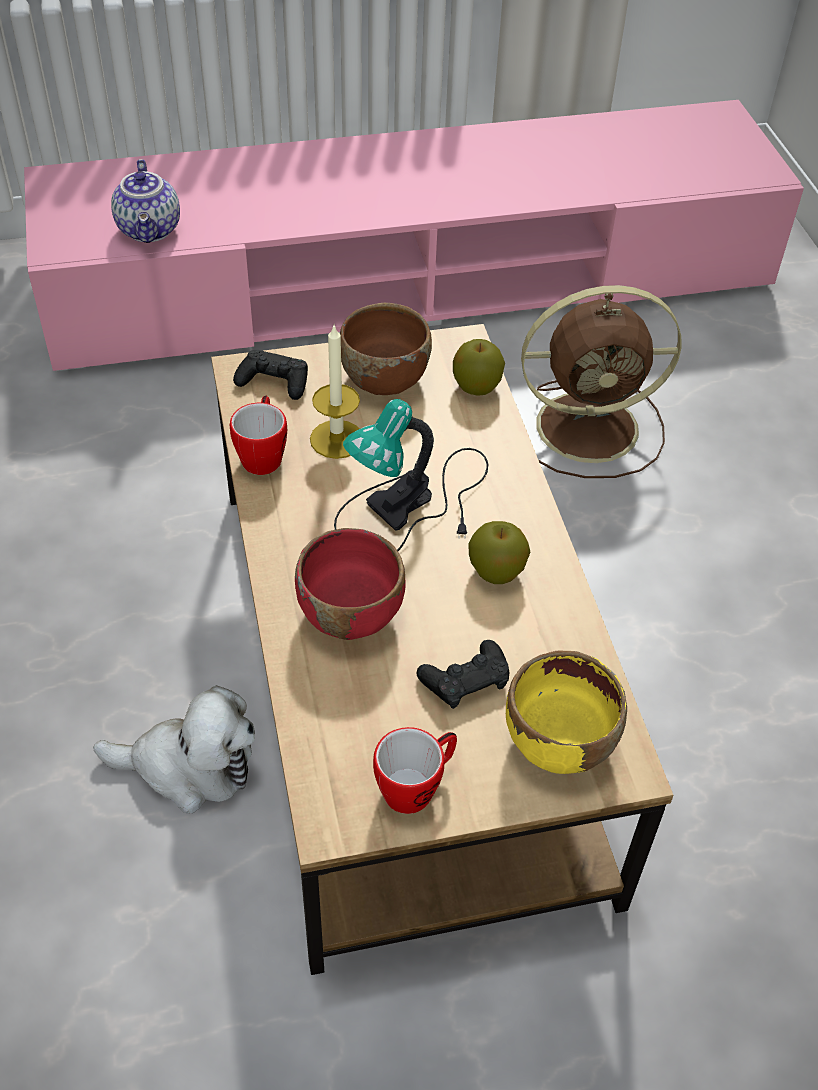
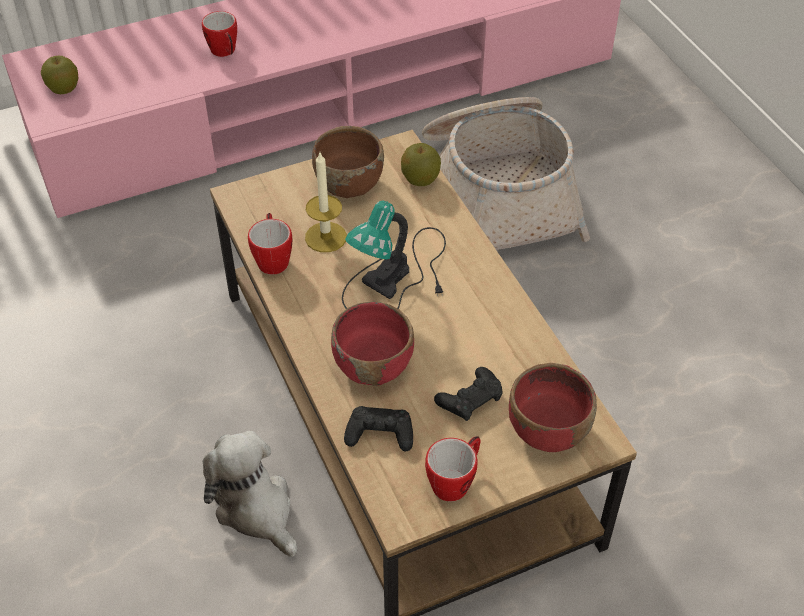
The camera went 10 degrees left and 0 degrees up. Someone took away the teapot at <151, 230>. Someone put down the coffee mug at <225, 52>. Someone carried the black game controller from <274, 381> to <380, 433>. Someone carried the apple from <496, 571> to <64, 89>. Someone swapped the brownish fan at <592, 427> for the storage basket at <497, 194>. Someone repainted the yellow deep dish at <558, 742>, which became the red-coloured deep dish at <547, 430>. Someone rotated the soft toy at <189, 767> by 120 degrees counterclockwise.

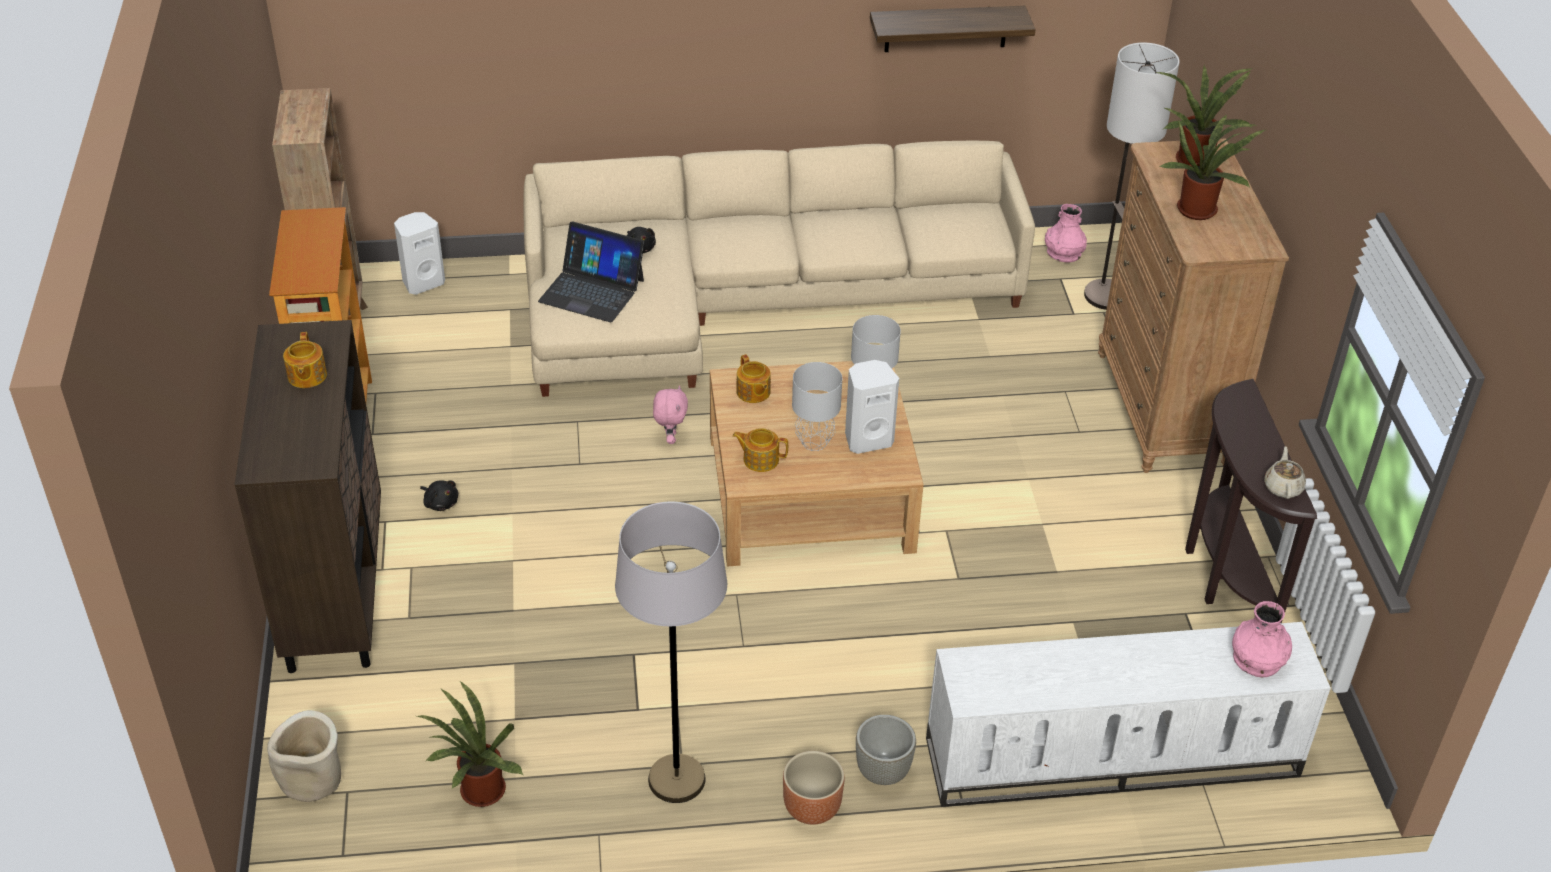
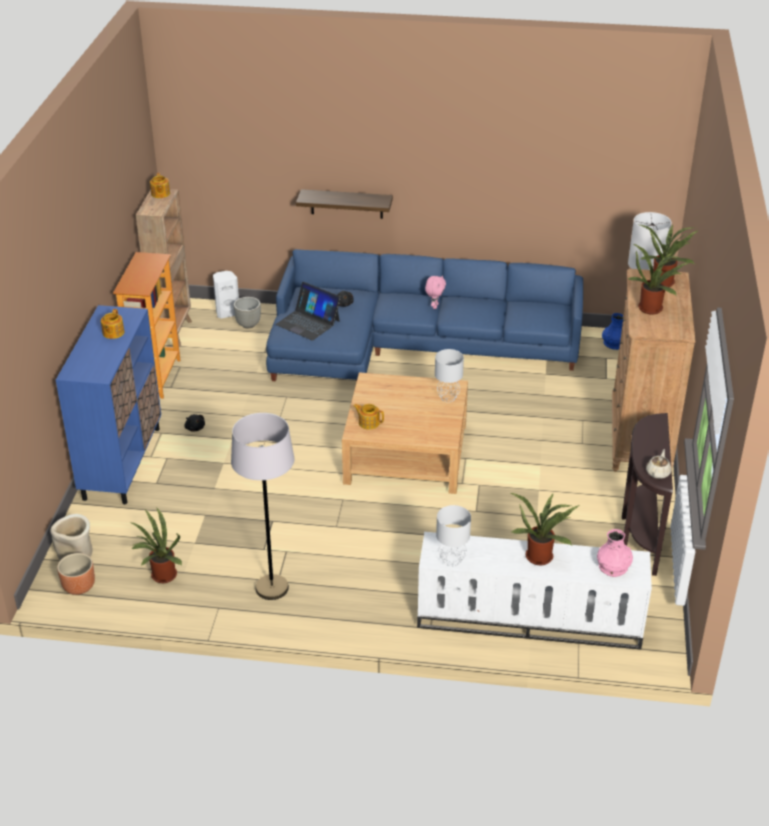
The camera went 15 degrees right and 5 degrees down. Someone took away the whitish loudspeaker at <867, 439>. Someone put down the plant in a pot at <540, 555>. Someone carried the pink-coloured soft toy from <670, 438> to <434, 306>. Someone carried the teapot from <753, 392> to <160, 194>. Someone carried the brownish planter from <811, 807> to <79, 586>. Someone carried the grey table lamp from <813, 442> to <451, 560>. Someone carried the grey planter from <882, 772> to <248, 325>. Someone carried the shelf from <946, 28> to <346, 204>. Someone repainted the brownish cabinet at <335, 589>, which became the bluish cabinet at <122, 463>. Someone repainted the beige-coloured settee at <748, 299>, which became the bluish settee at <410, 345>. Someone repainted the pink-coloured decorative vase at <1063, 253>, which became the bluish decorative vase at <614, 344>.

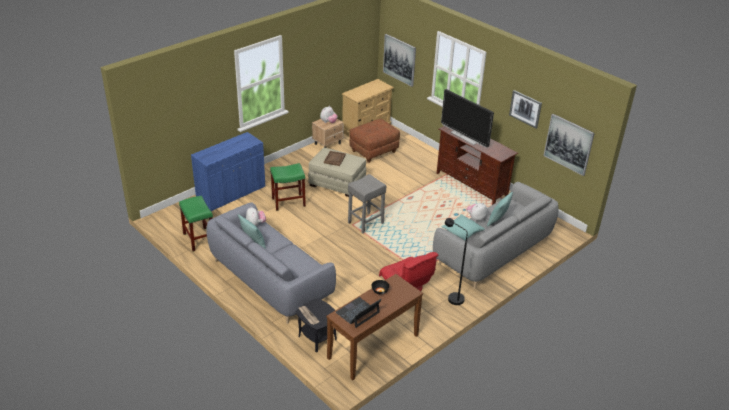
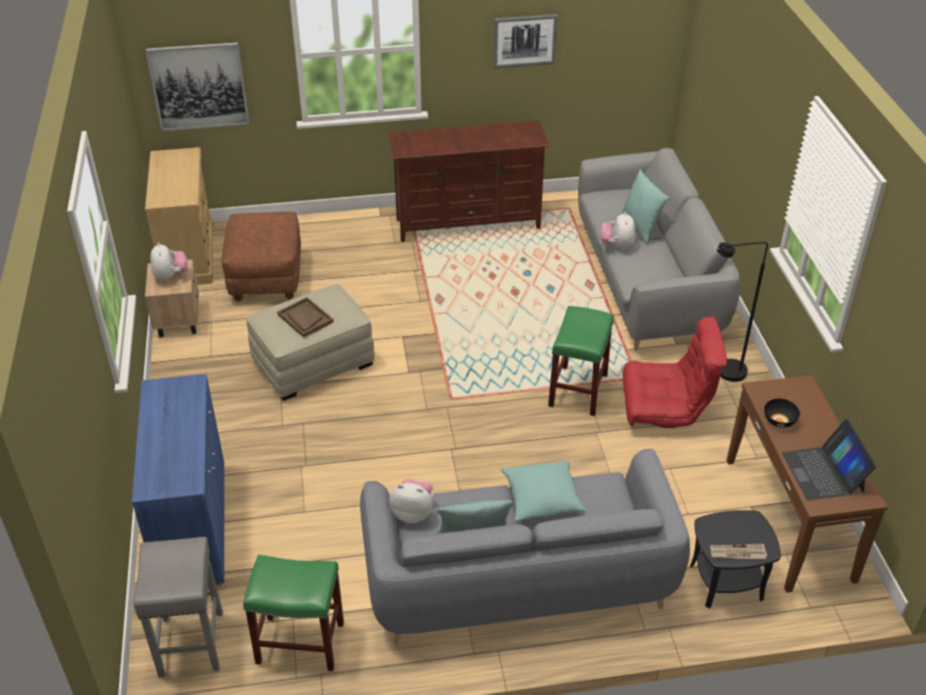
The camera went 55 degrees left and 5 degrees up. Someone took away the TV set at <465, 137>. Someone took away the wall art at <568, 144>. Someone carried the greenish stool from <289, 202> to <578, 390>. Someone carried the grey stool from <365, 223> to <191, 644>. Someone carried the turquoise throw pillow from <462, 232> to <542, 499>.

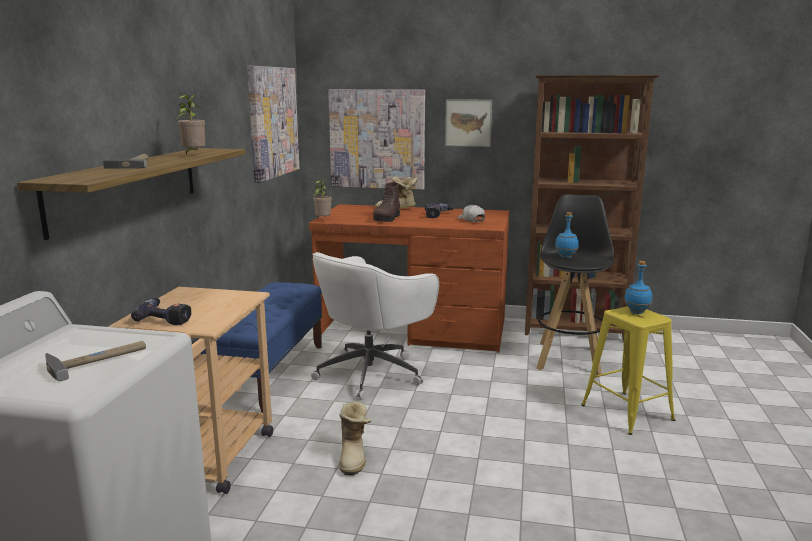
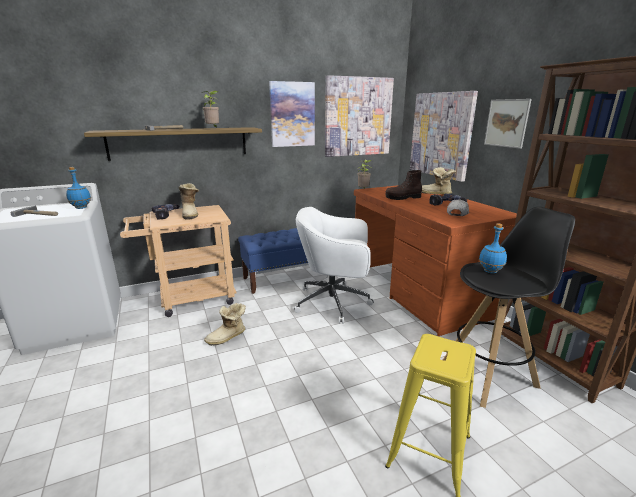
The camera went 55 degrees right and 5 degrees up. Someone put down the tall boot at <191, 214>. Someone put up the wall art at <292, 114>. Someone carried the bluish drink bottle from <636, 312> to <81, 208>.

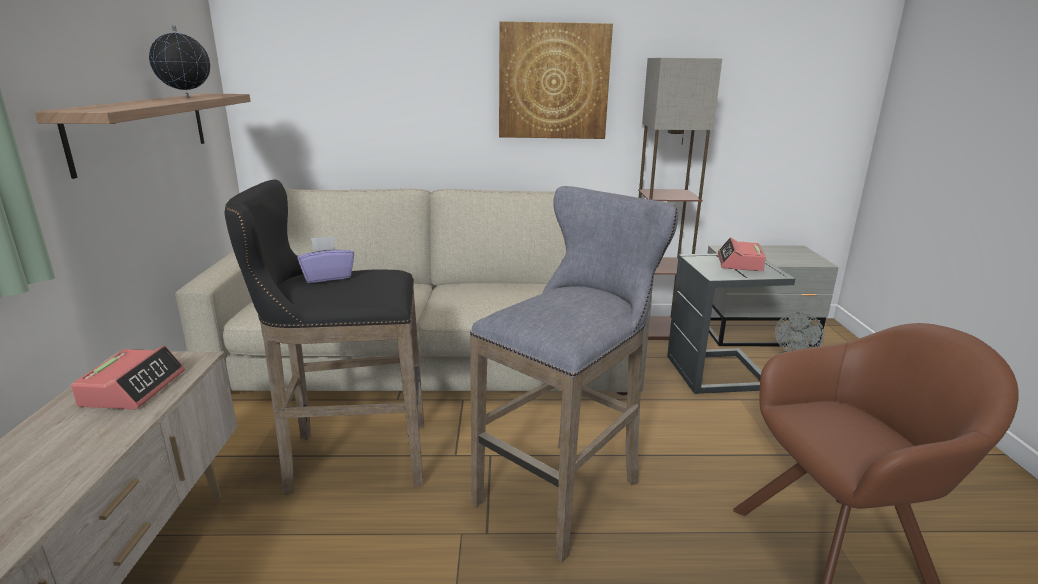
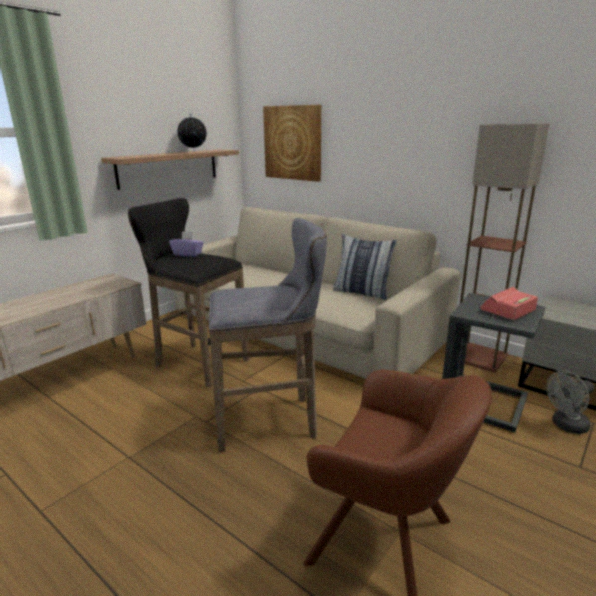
The camera went 40 degrees right and 0 degrees up. Someone took away the alarm clock at <133, 388>. Someone put down the throw pillow at <362, 292>. Someone carried the wall art from <553, 82> to <293, 143>.

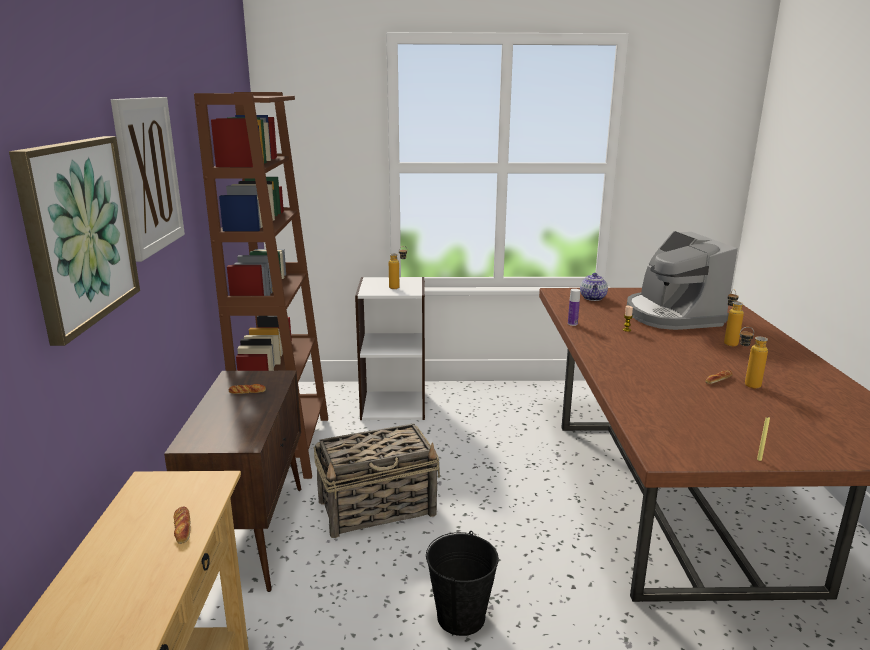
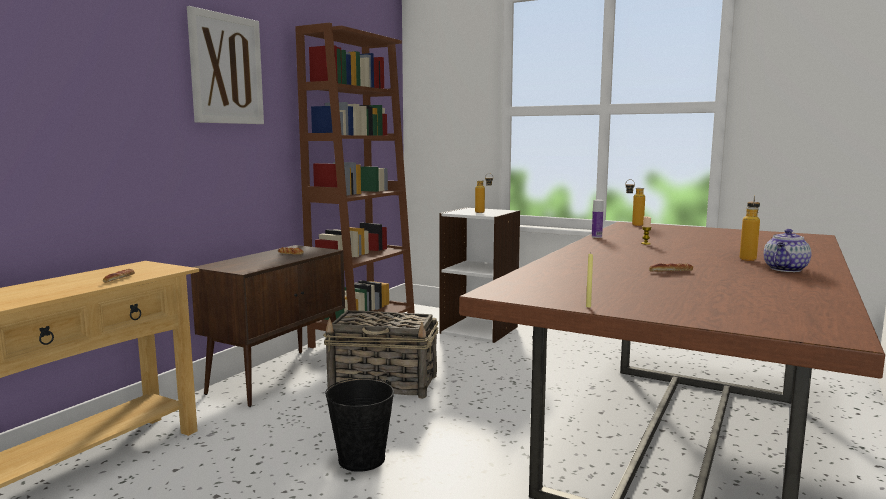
The camera went 30 degrees right and 10 degrees down. Someone took away the wall art at <78, 232>. Someone took away the coffee brewer at <671, 315>. Someone carried the teapot from <593, 298> to <785, 269>. Someone carried the drink bottle from <745, 385> to <633, 224>.

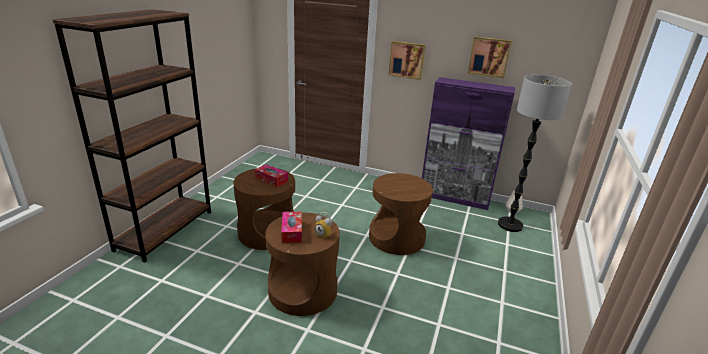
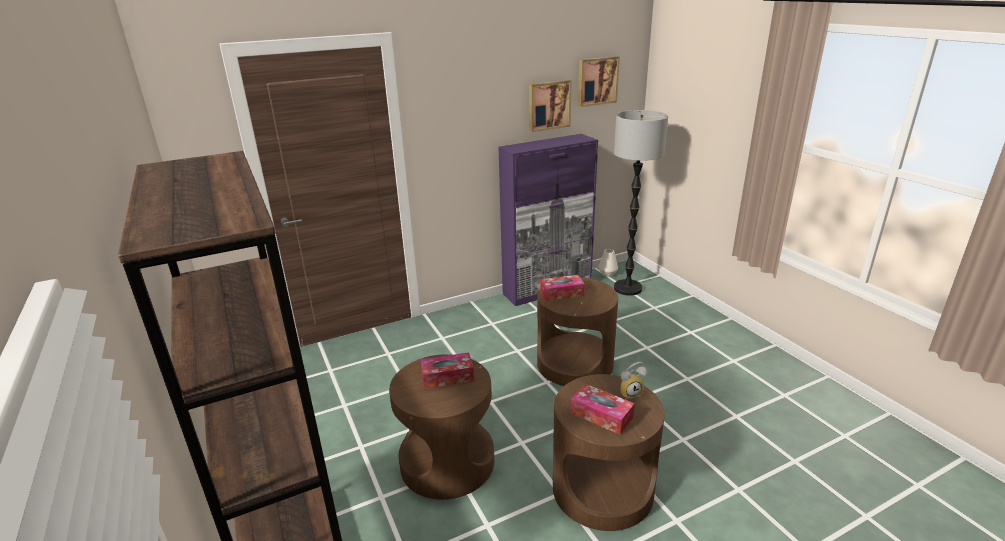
The camera went 45 degrees left and 0 degrees up. Someone put down the box of tissues at <562, 293>. Someone carried the wall art from <407, 60> to <596, 81>.

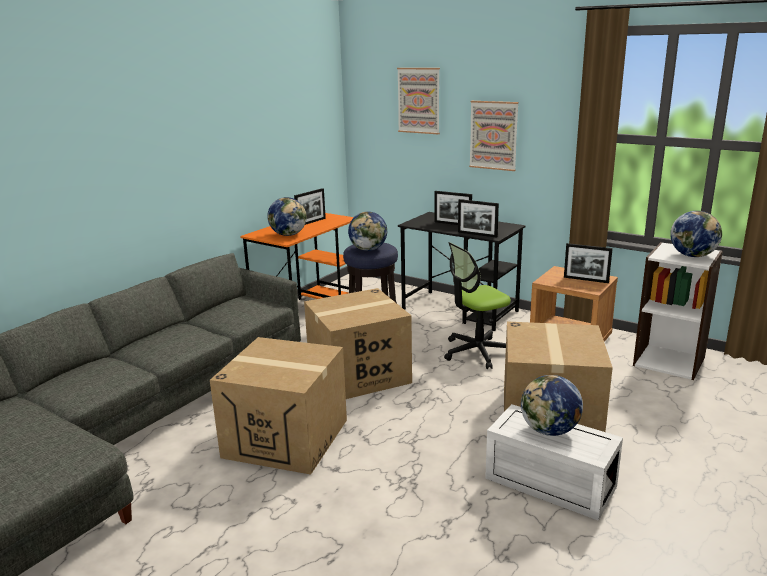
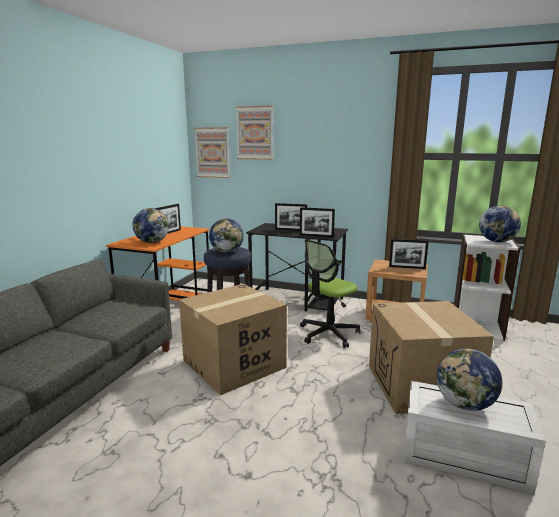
The camera went 15 degrees left and 5 degrees down. Someone took away the packing box at <286, 438>. Someone carried the wall art from <493, 135> to <212, 152>.

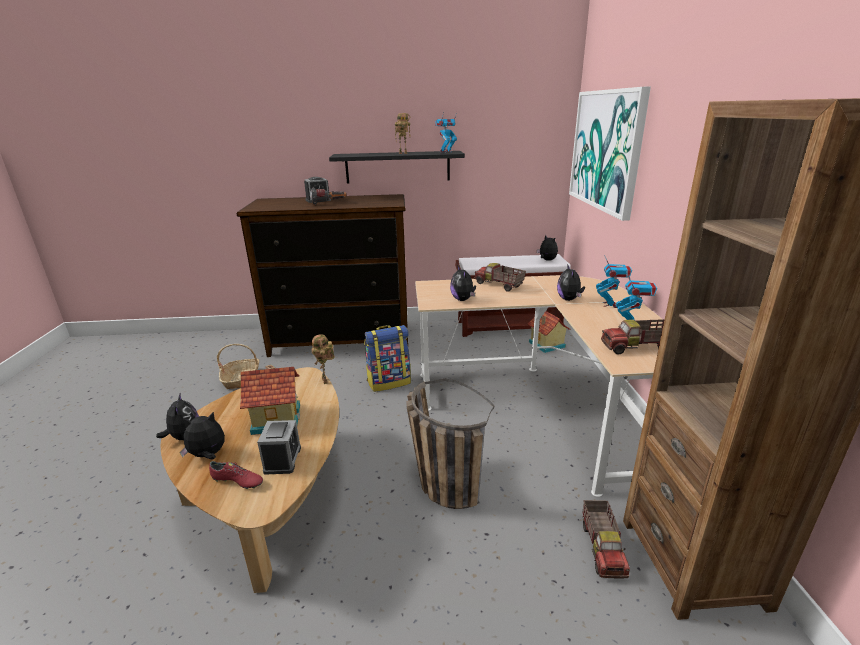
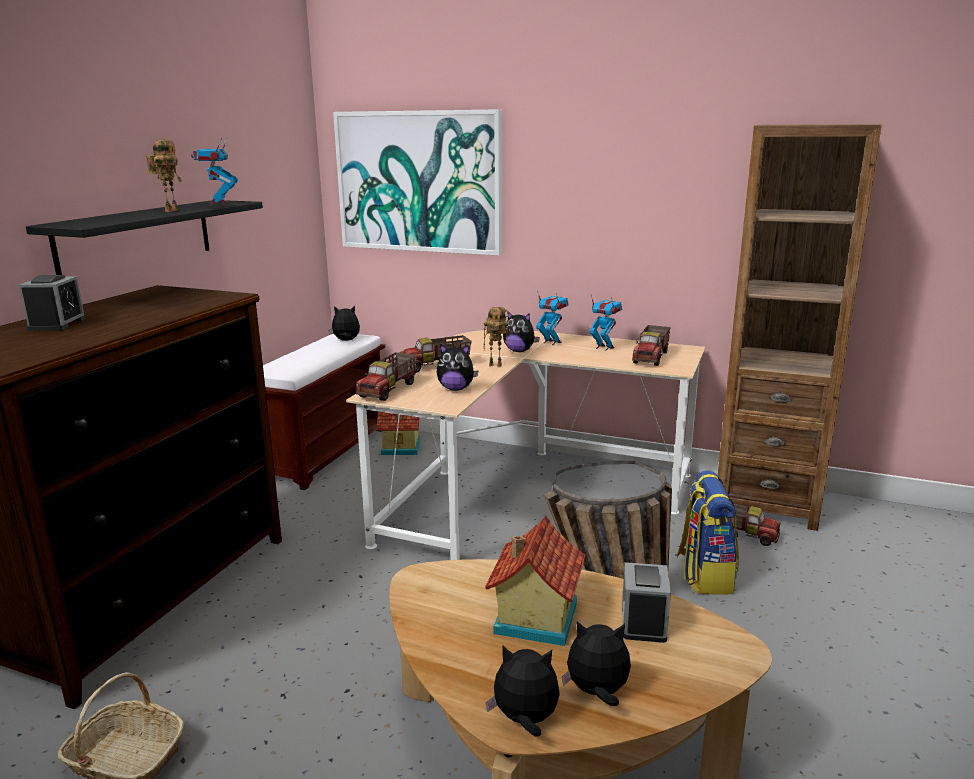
The camera went 65 degrees left and 5 degrees down. Someone took away the red-coloured shoe at <237, 482>. Someone took away the hand torch at <329, 203>. Someone put down the toy lorry at <389, 390>. Someone carried the model robot from <326, 381> to <496, 365>. Someone carried the knapsack from <389, 382> to <704, 574>. Someone rotated the soft toy at <208, 455> by 90 degrees clockwise. Someone rotated the alarm clock at <282, 459> by 105 degrees counterclockwise.

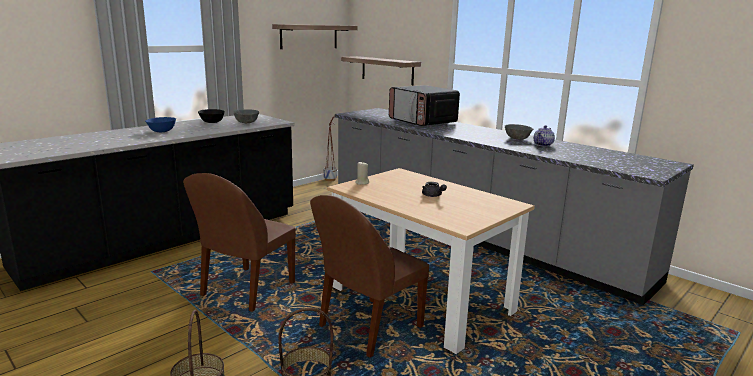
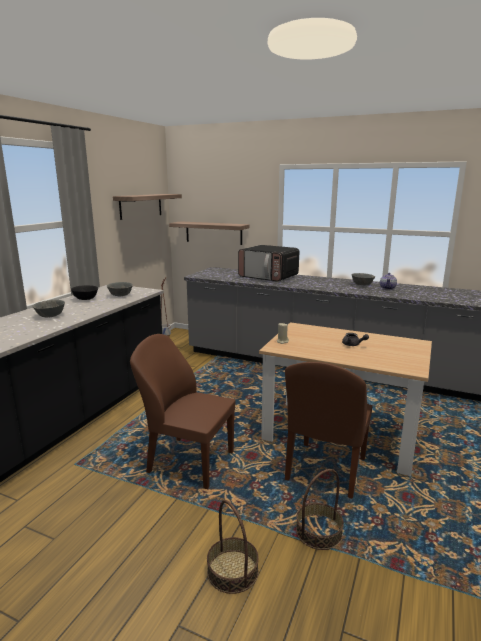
The camera went 20 degrees left and 0 degrees up. Someone repainted the bluish deep dish at <162, 132>, which became the grey deep dish at <50, 316>. Someone rotated the brownish chair at <246, 290> by 105 degrees clockwise.

